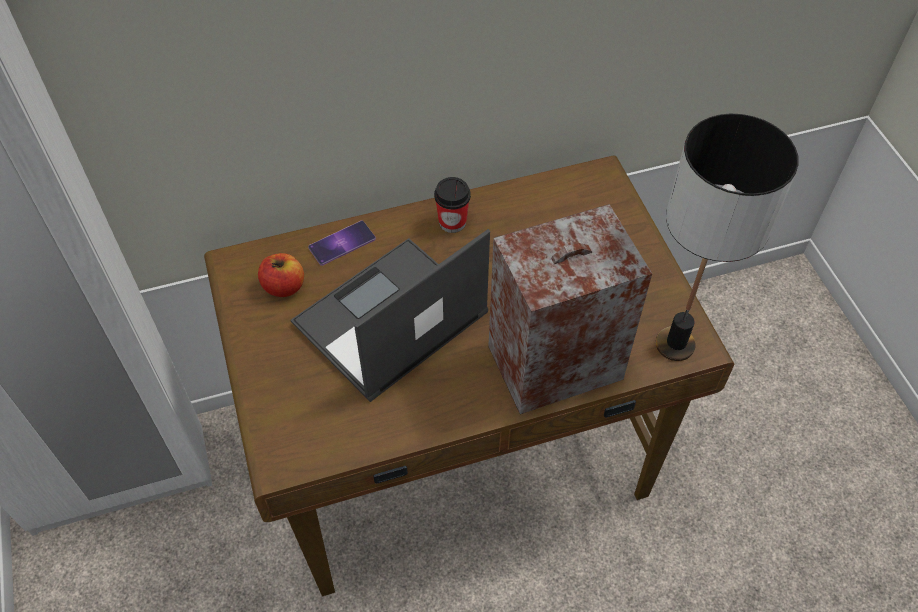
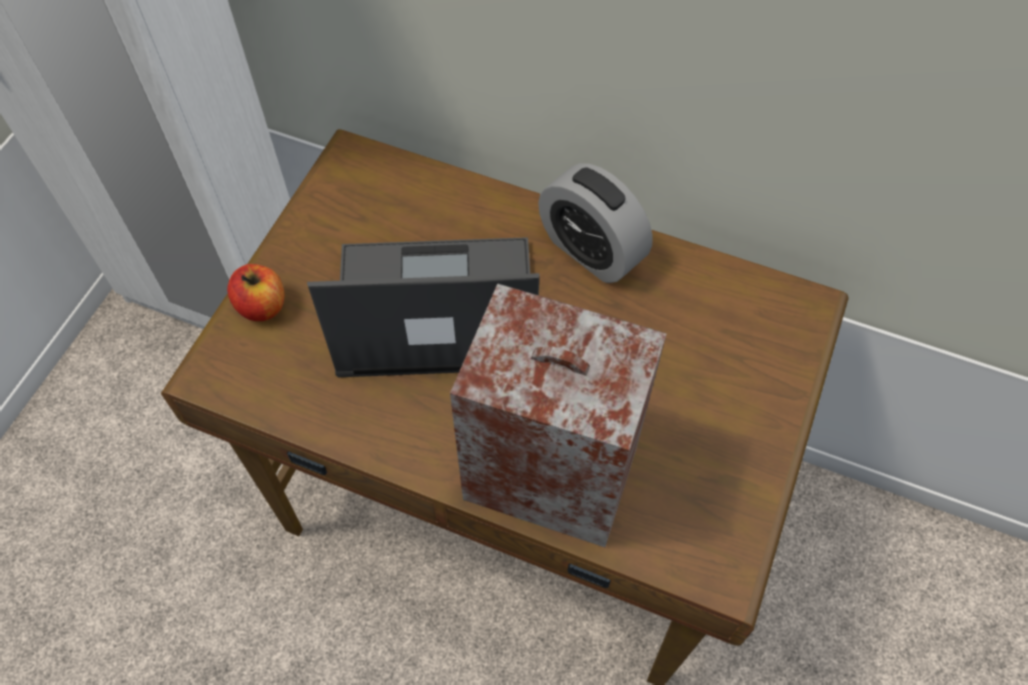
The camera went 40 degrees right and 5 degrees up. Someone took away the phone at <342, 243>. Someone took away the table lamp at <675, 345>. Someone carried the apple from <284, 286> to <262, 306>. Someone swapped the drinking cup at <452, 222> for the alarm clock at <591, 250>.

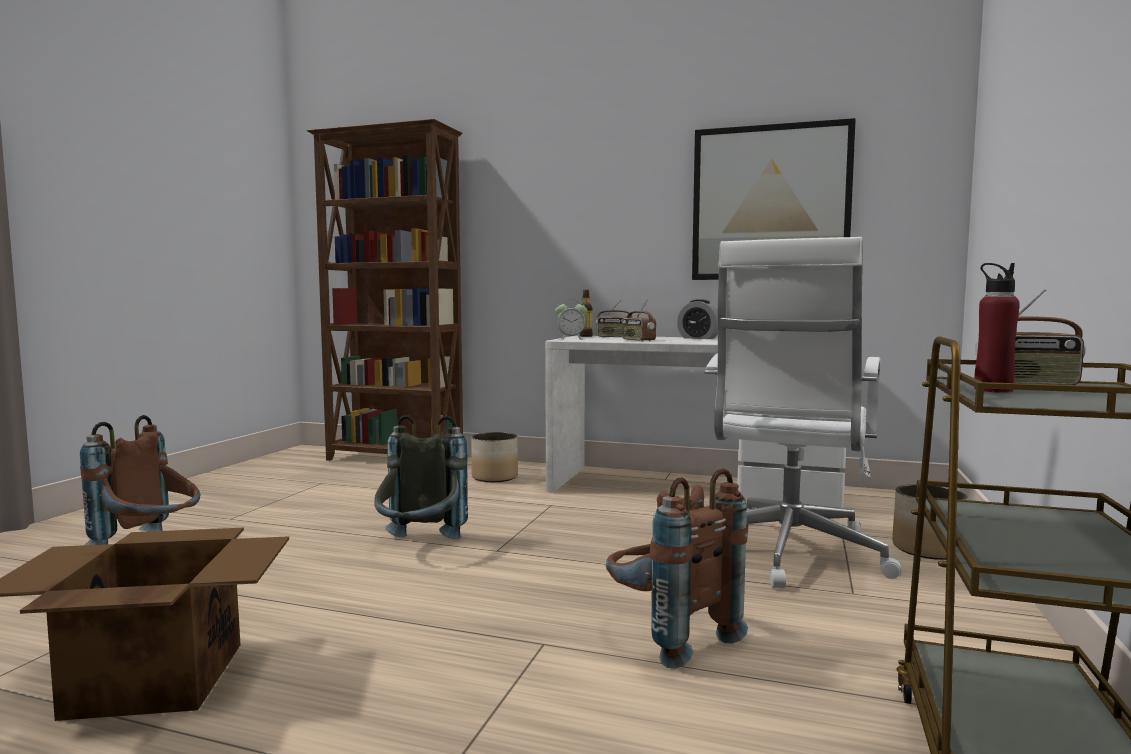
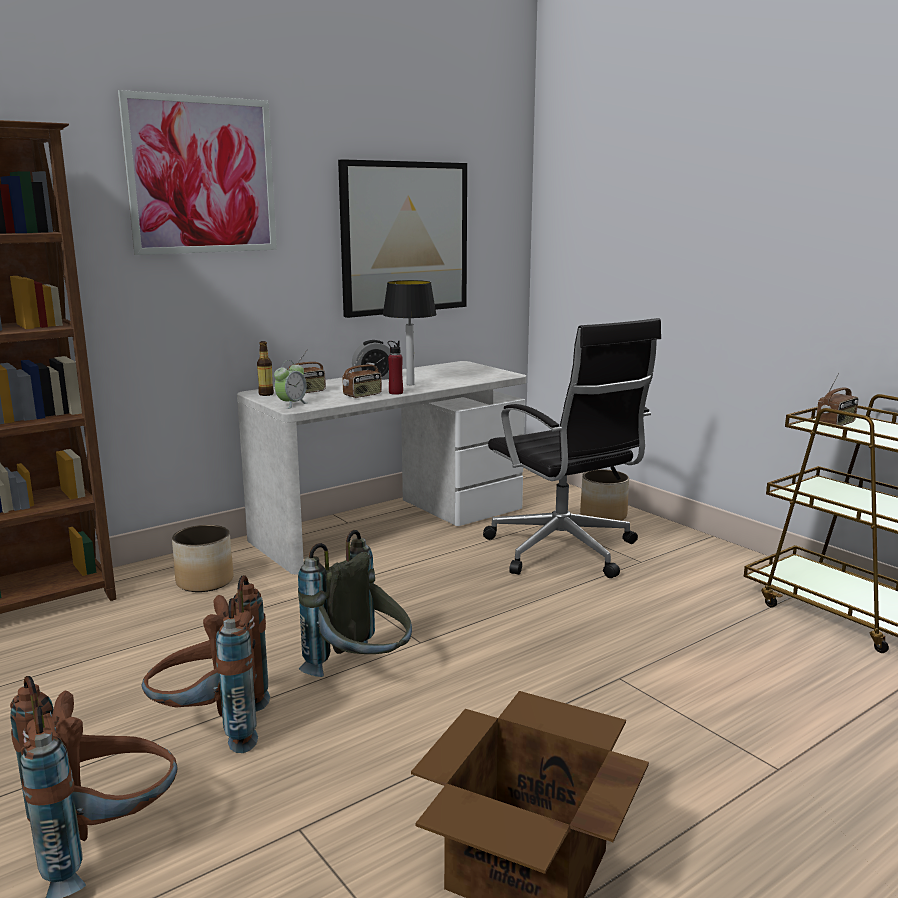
The camera went 55 degrees left and 10 degrees up. Someone put up the wall art at <202, 176>. Someone put down the table lamp at <410, 384>. Someone carried the brownish knapsack from <667, 635> to <212, 729>. Someone carried the red-coloured drink bottle from <993, 390> to <395, 393>. Someone repainted the whitish desk chair at <787, 554>, which became the black desk chair at <563, 552>. Someone rotated the radio set at <638, 340> by 45 degrees counterclockwise.

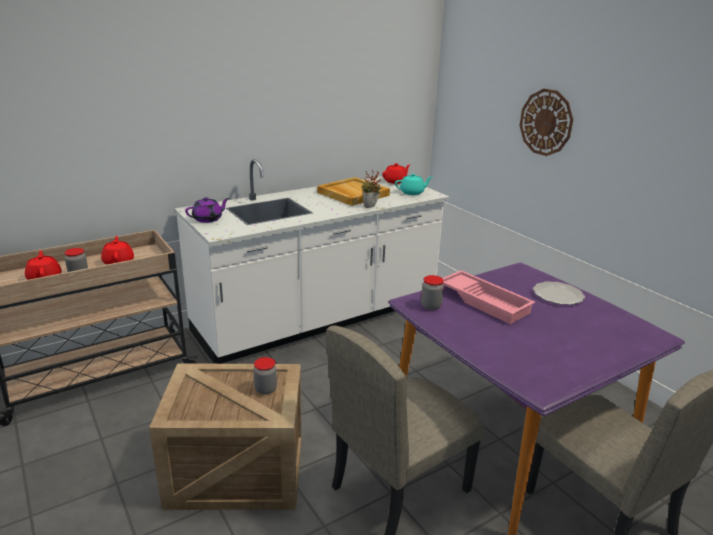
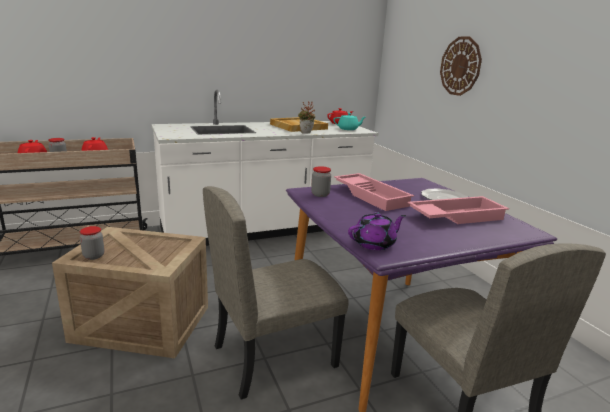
The camera went 10 degrees right and 5 degrees down. Someone put down the pink-coloured carrying tray at <455, 216>. Someone carried the purple teapot from <208, 219> to <375, 244>. Someone carried the jar from <265, 389> to <94, 256>.

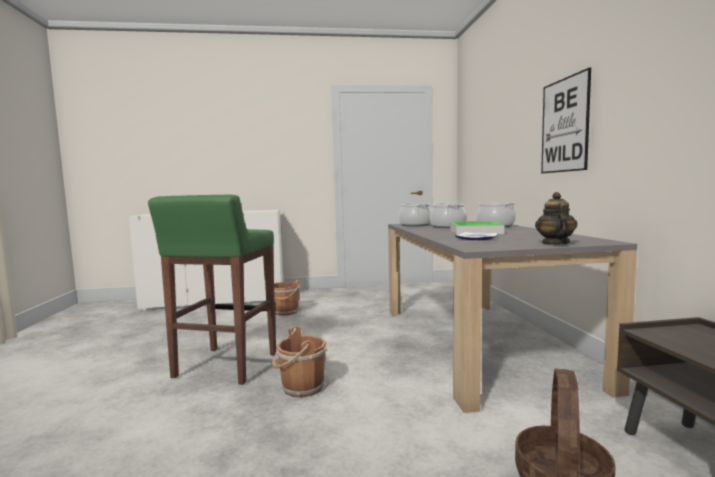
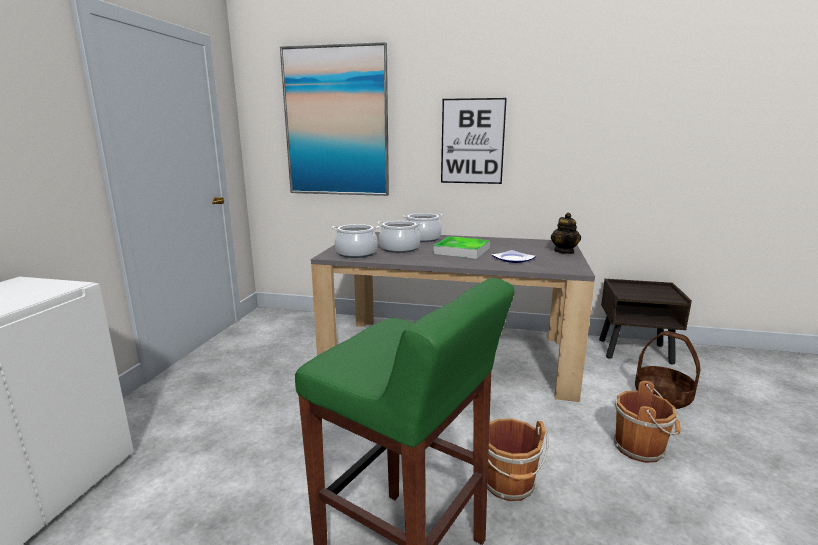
The camera went 70 degrees left and 10 degrees up. Someone put up the wall art at <336, 122>. Someone carried the brownish pail from <285, 312> to <641, 448>. Someone rotated the teapot at <555, 243> by 120 degrees counterclockwise.

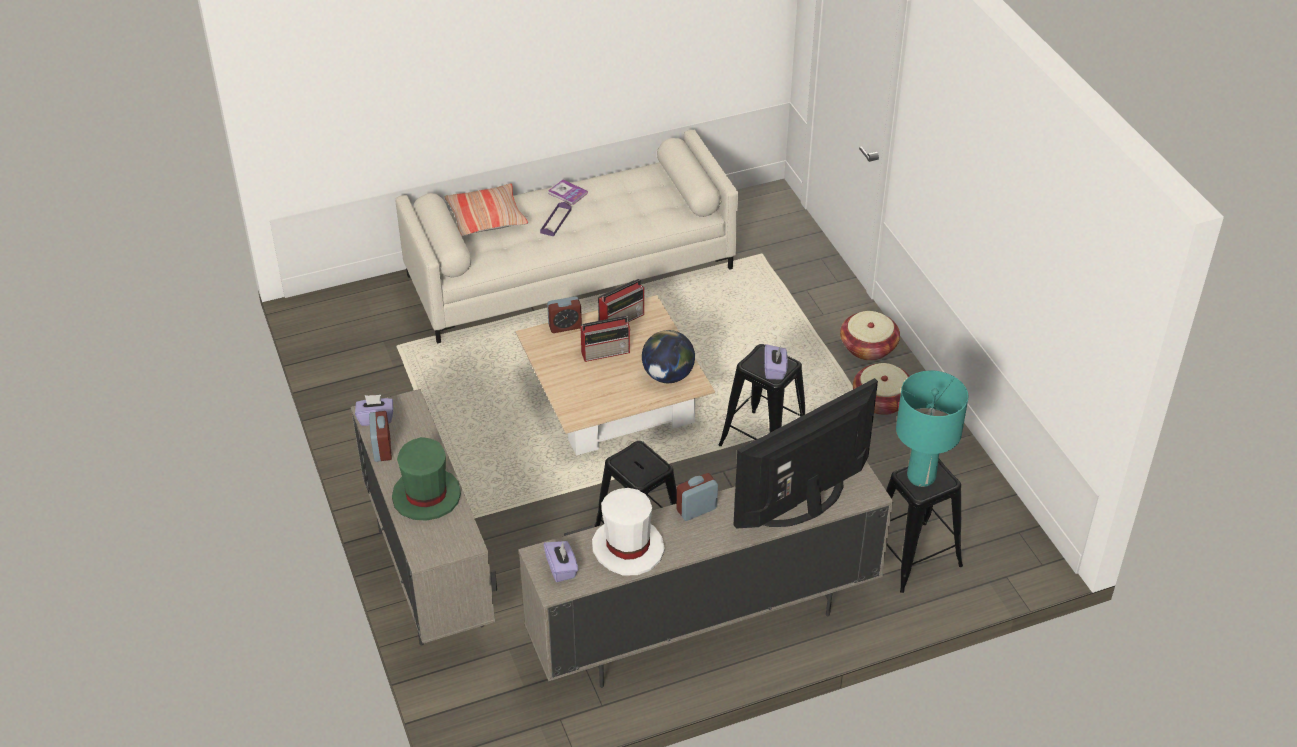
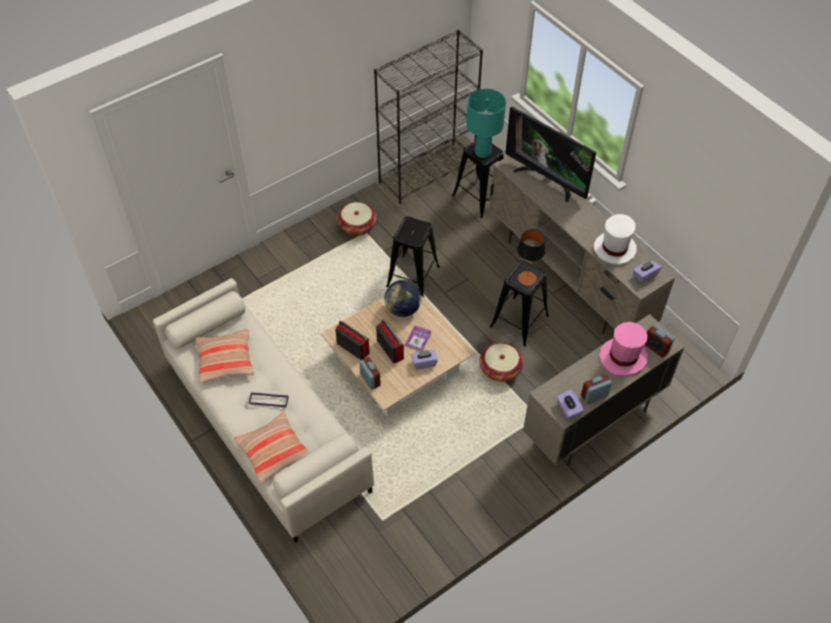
The camera went 105 degrees left and 10 degrees up. Someone put down the throw pillow at <225, 360>. Someone put down the black bookcase at <427, 172>. Someone put down the table lamp at <527, 278>. Someone carried the book from <567, 193> to <418, 338>. Someone carried the alarm clock from <696, 509> to <656, 347>. Someone carried the purple box of tissues from <775, 370> to <424, 363>. Someone carried the storage basket from <868, 347> to <500, 369>. Someone repainted the greenish clothing hat at <426, 496>, which became the pink-coloured clothing hat at <623, 357>.

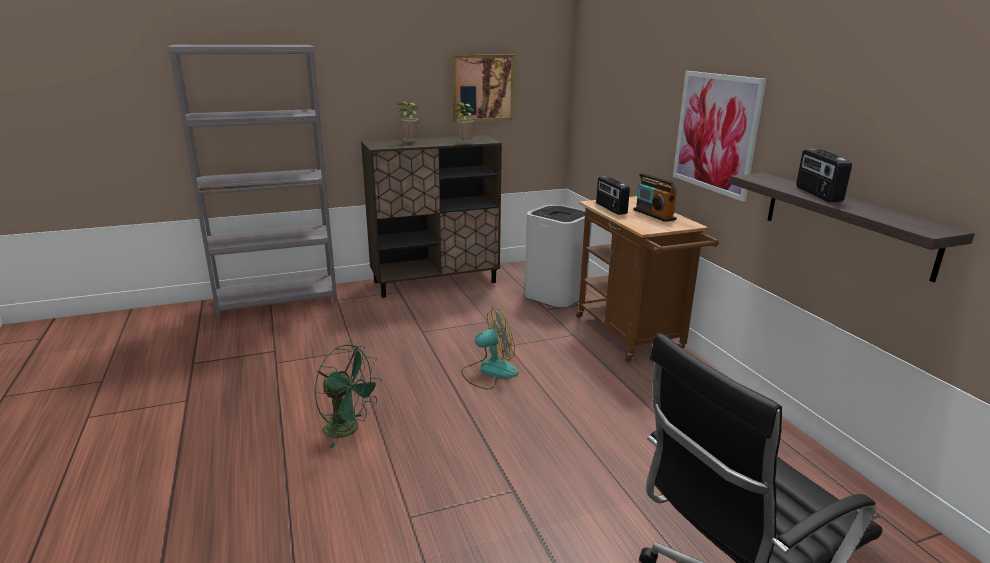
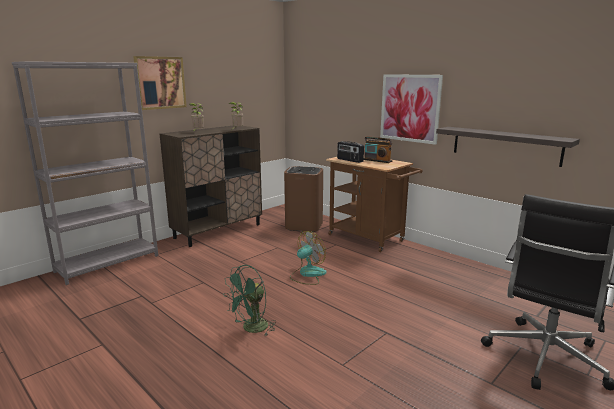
The camera went 25 degrees left and 5 degrees down. Someone took away the radio set at <817, 194>. Someone carried the wall art from <482, 88> to <160, 83>. Someone repainted the whitish waste bin at <554, 295>, which became the brownish waste bin at <303, 225>. Someone rotated the greenish fan at <348, 429> by 135 degrees clockwise.

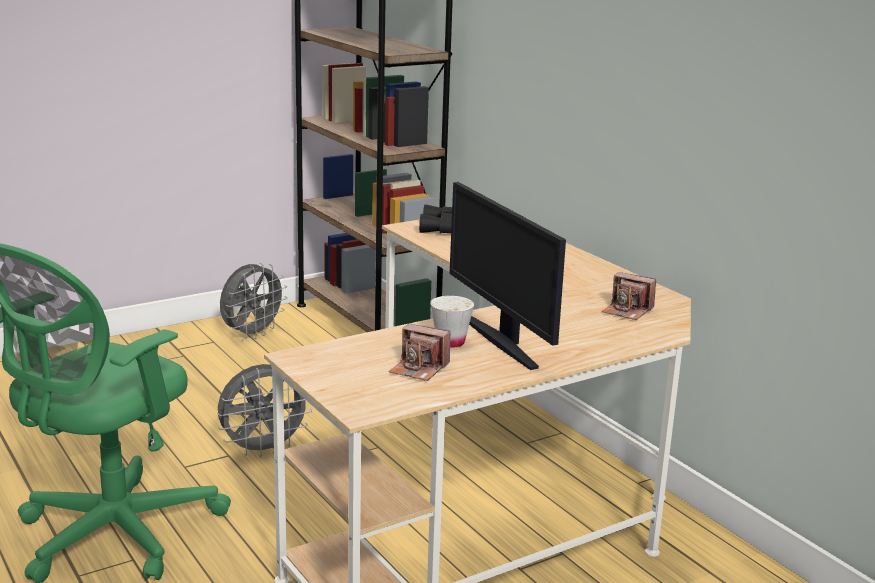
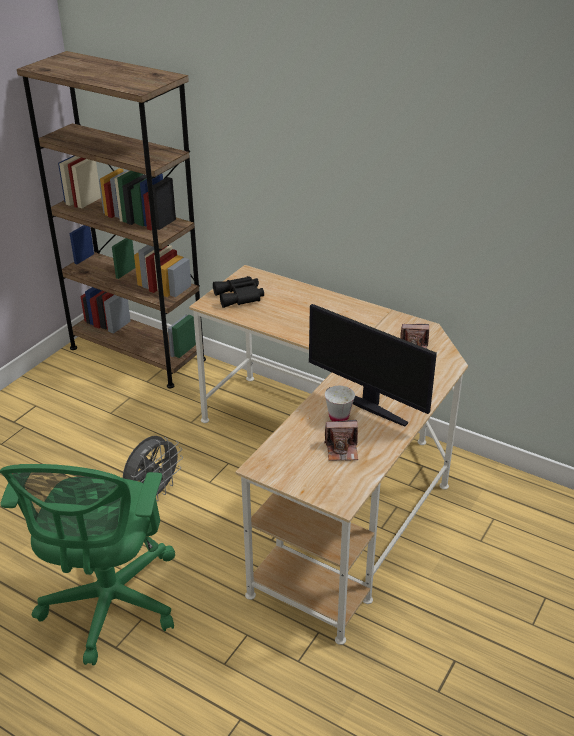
The camera went 25 degrees left and 15 degrees up. Someone took away the grey fan at <252, 334>.

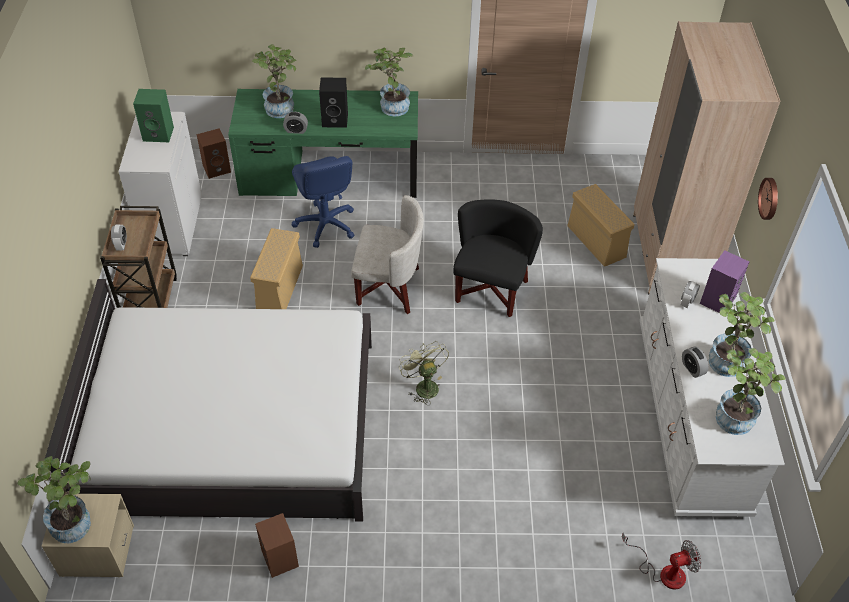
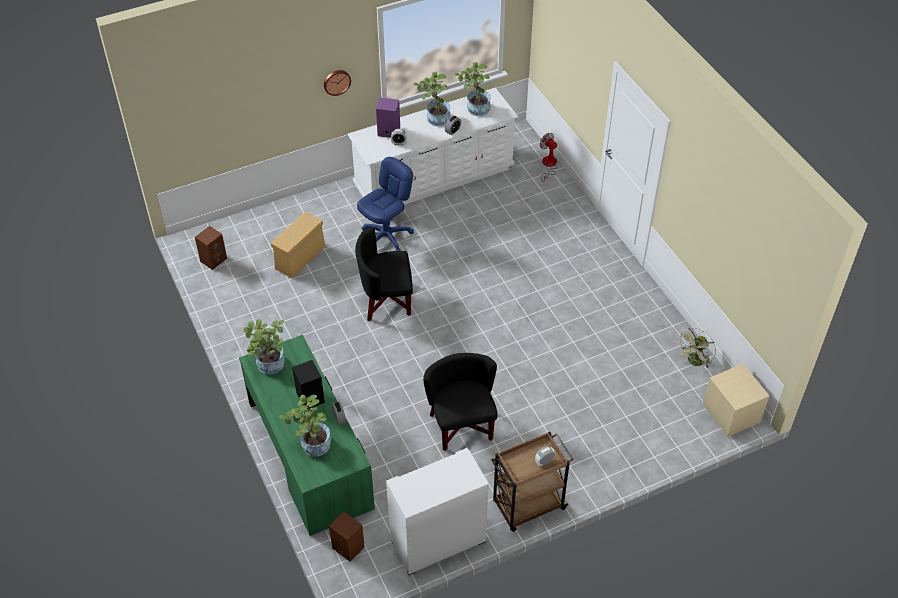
The camera went 115 degrees left and 0 degrees up. Someone took away the plant in a pot at <75, 521>. Someone took away the whitish sleeping bed at <232, 426>. Someone took away the greenish loudspeaker at <159, 133>. Someone took away the whitish armchair at <389, 287>. Someone took away the beige-coloured wardrobe at <670, 253>. Someone carried the brownish loudspeaker from <281, 559> to <213, 259>. Someone carried the bluish desk chair from <325, 225> to <387, 236>. Someone carried the greenish fan from <423, 386> to <694, 362>. Someone swapped the beige-coloured storage box at <279, 288> for the black armchair at <462, 426>.

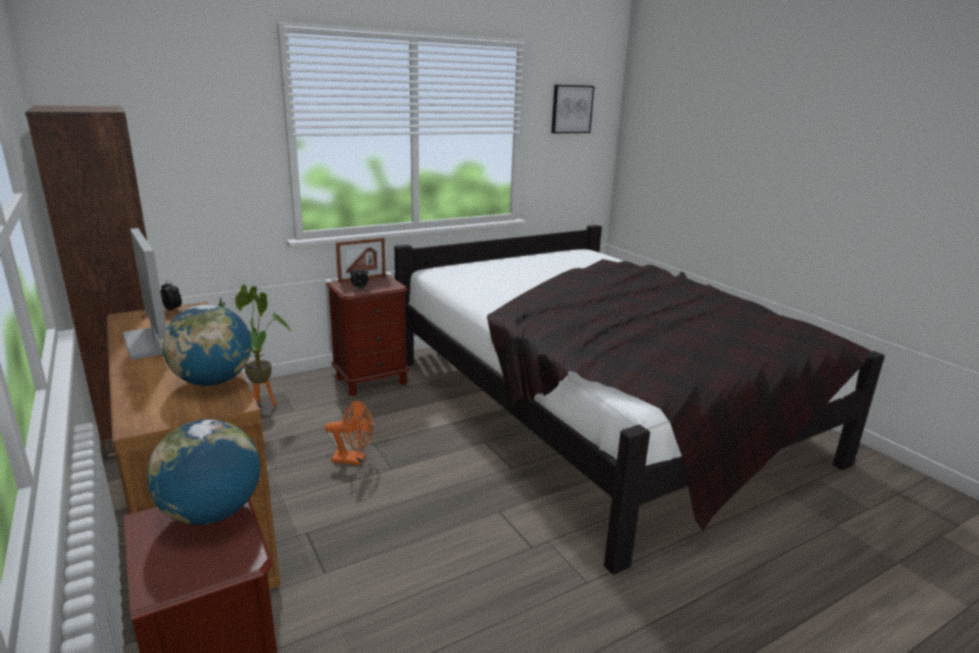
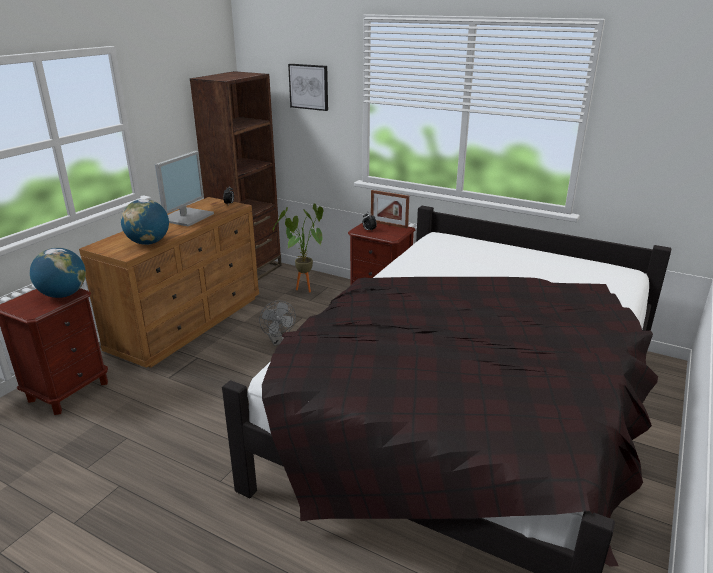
The camera went 60 degrees right and 5 degrees up. Someone carried the wall art from <571, 109> to <309, 87>. Someone repainted the orange fan at <354, 459>, which became the grey fan at <278, 341>.

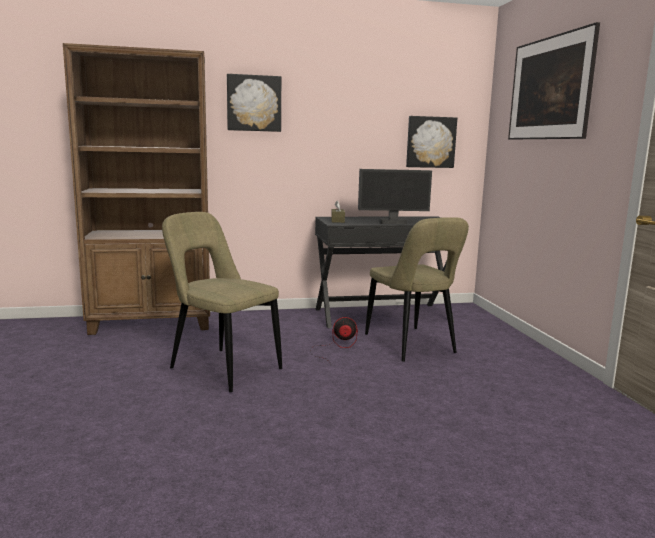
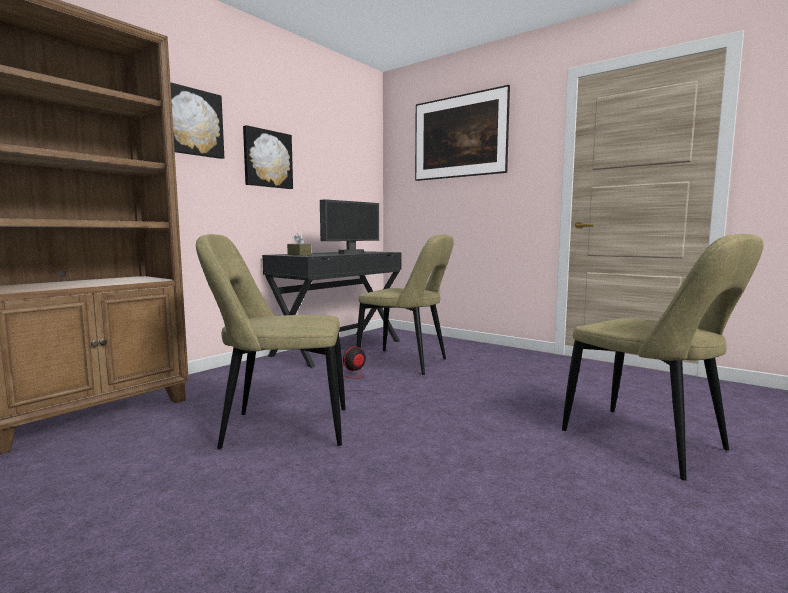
The camera went 40 degrees left and 5 degrees down. Someone put down the beige-coloured chair at <649, 444>. Someone carried the wall art from <430, 142> to <267, 159>.

